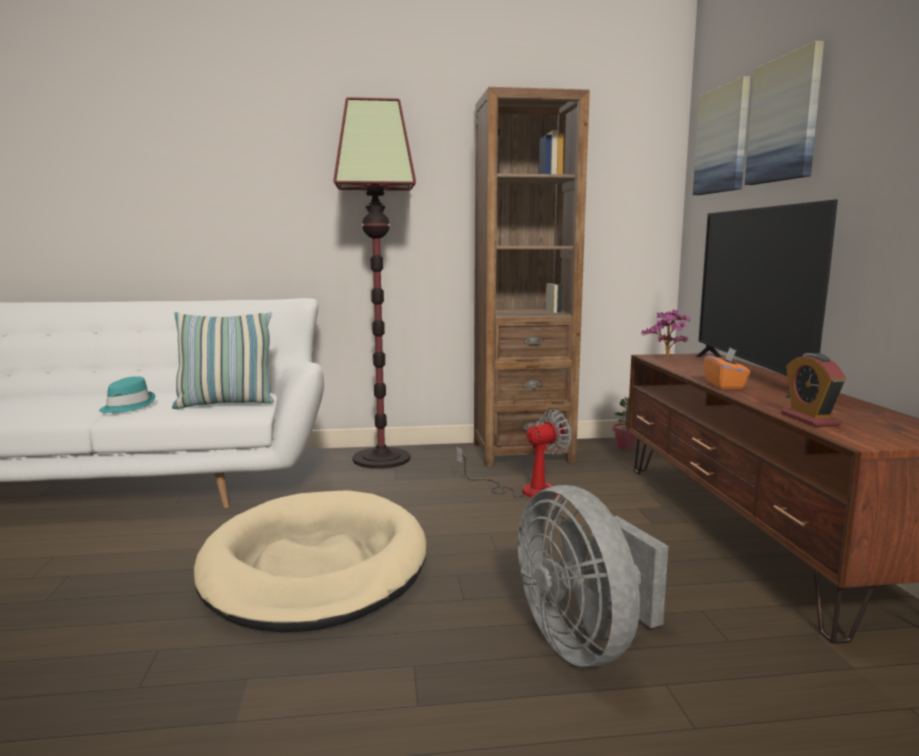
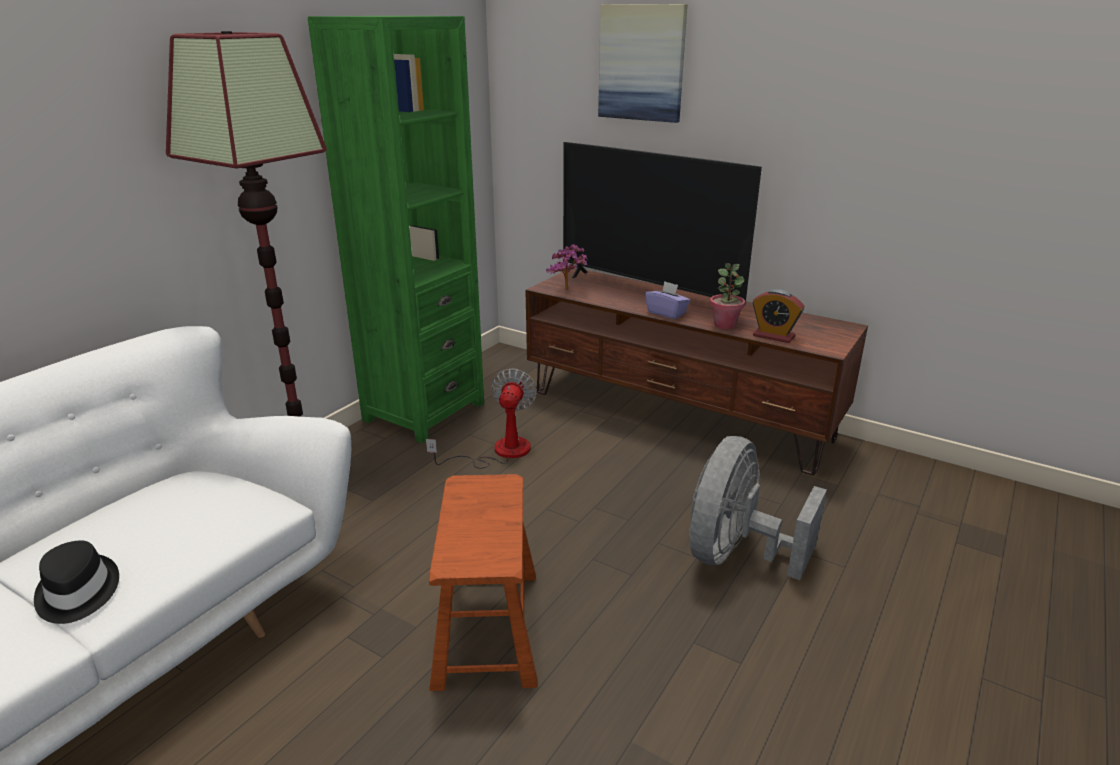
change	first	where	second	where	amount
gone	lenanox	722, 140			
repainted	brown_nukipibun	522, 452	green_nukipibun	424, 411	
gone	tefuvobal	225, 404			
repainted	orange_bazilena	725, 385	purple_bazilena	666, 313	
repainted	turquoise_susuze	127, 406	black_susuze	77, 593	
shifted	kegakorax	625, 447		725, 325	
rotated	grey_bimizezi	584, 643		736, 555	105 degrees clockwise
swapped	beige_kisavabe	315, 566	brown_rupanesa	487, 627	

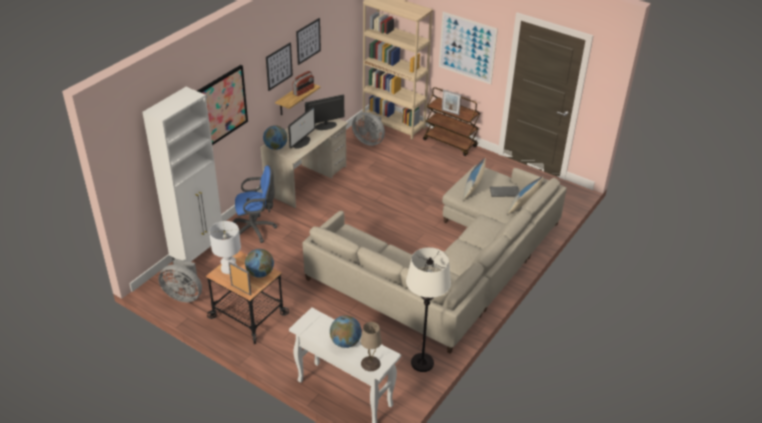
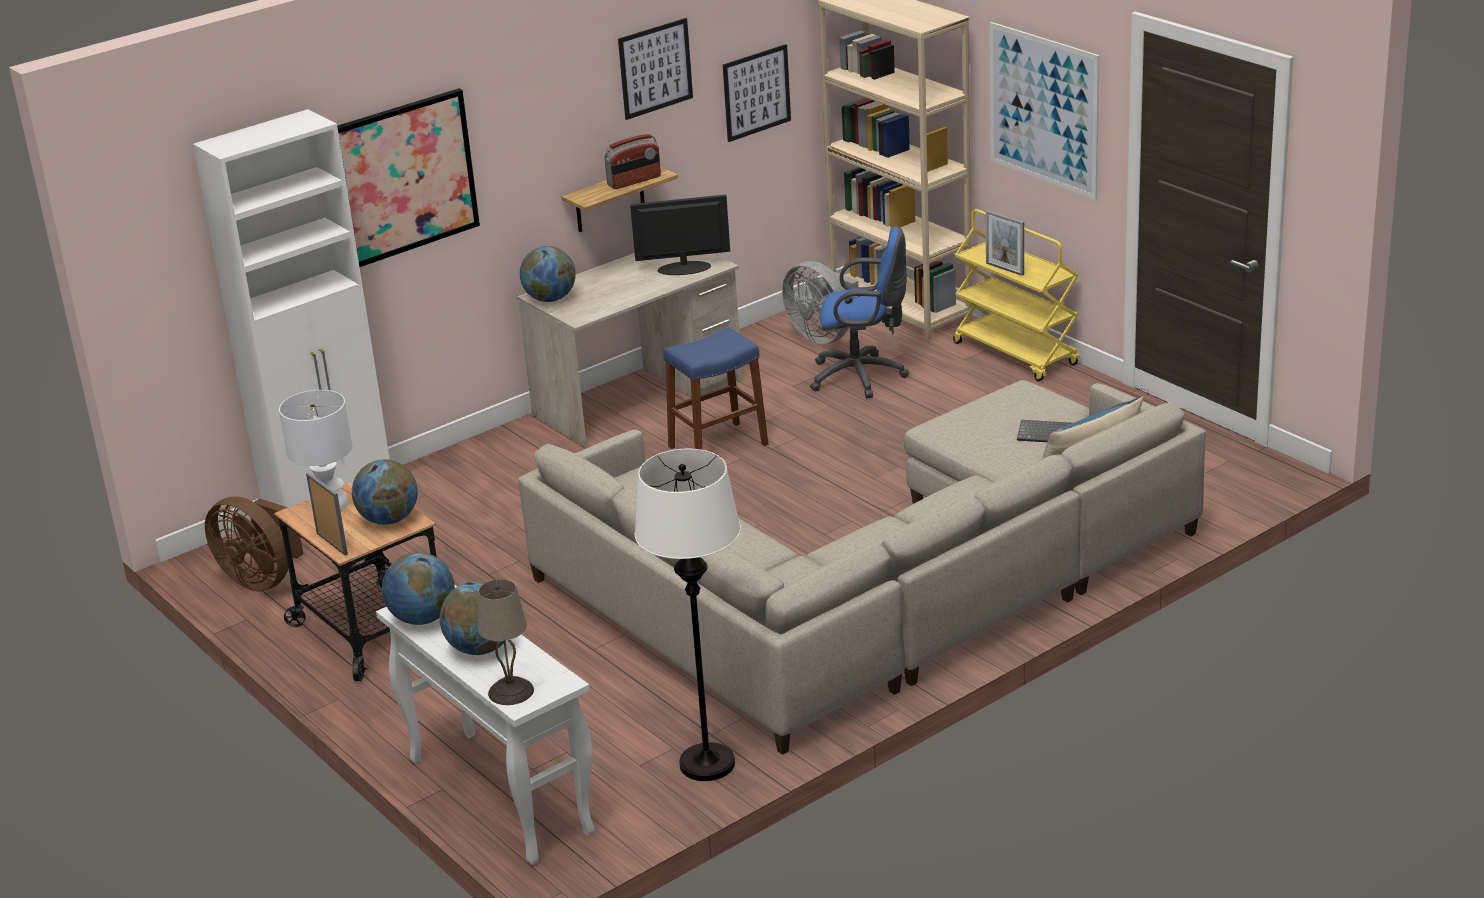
change	first	where	second	where	amount
shifted	lenanox	279, 66		756, 92	
repainted	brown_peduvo	450, 143	yellow_peduvo	1016, 354	
gone	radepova	301, 142			
gone	tefuvobal	473, 188			
shifted	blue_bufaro	256, 229		862, 377	
repainted	grey_bimizezi	184, 295	brown_bimizezi	262, 579	
new			blue_rupanesa	718, 446	
new			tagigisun	422, 618	

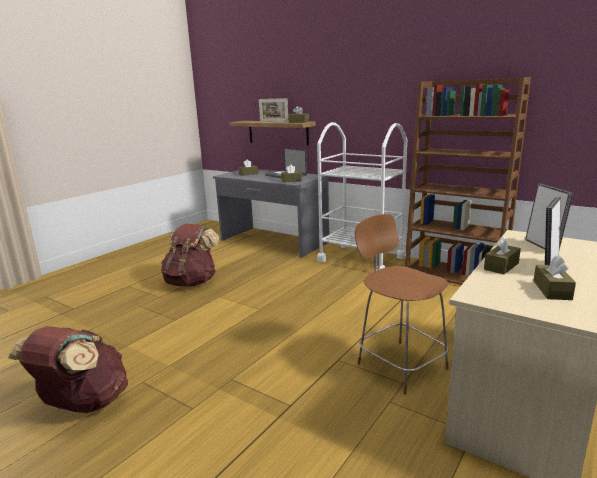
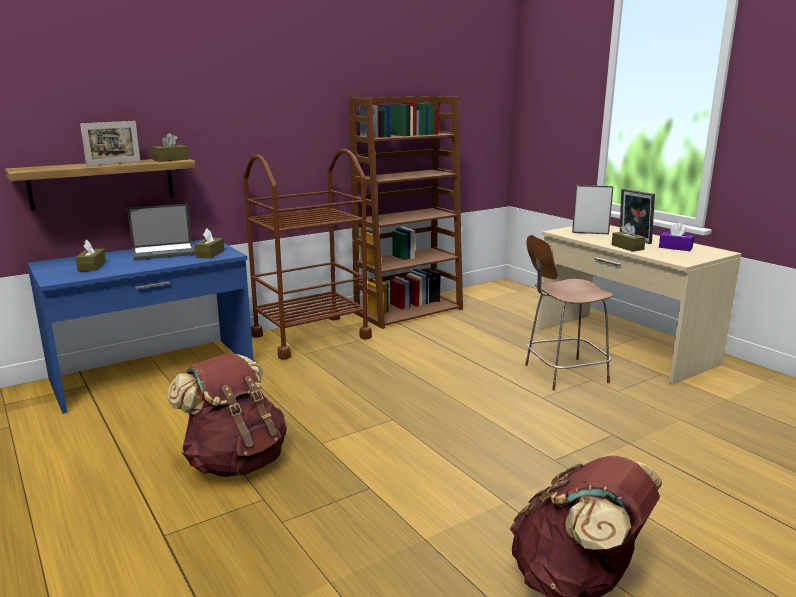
change	first	where	second	where	amount
repainted	white_peduvo	361, 259	brown_peduvo	311, 336	
repainted	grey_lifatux	273, 241	blue_lifatux	154, 373	
repainted	brown_bazilena	552, 290	purple_bazilena	675, 247	

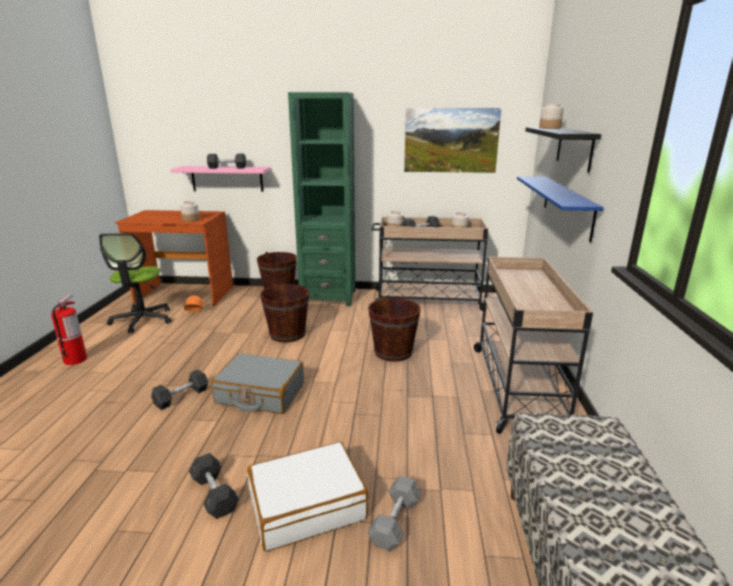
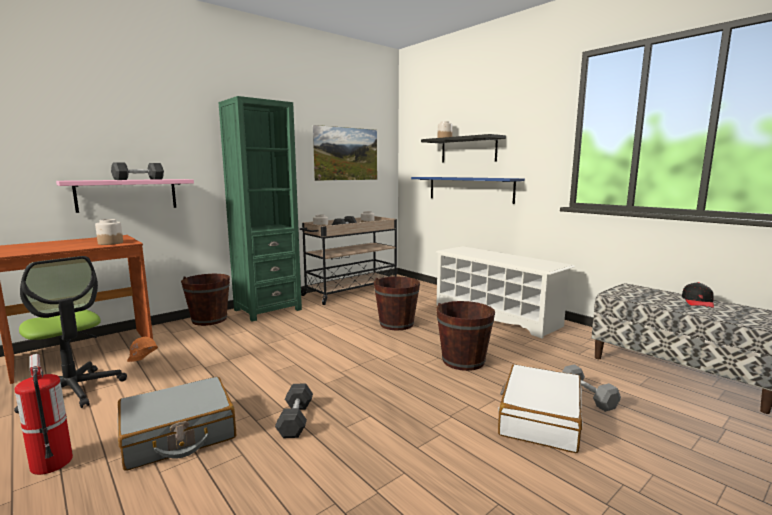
change	first	where	second	where	amount
swapped	beige_peduvo	517, 386	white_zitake	496, 315	
shifted	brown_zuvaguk	287, 334		463, 361	
shifted	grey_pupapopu	260, 394		178, 435	
gone	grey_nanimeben	214, 494			
new			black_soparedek	698, 301	

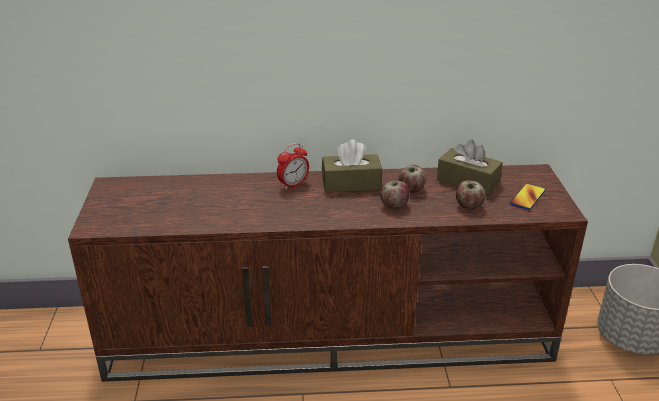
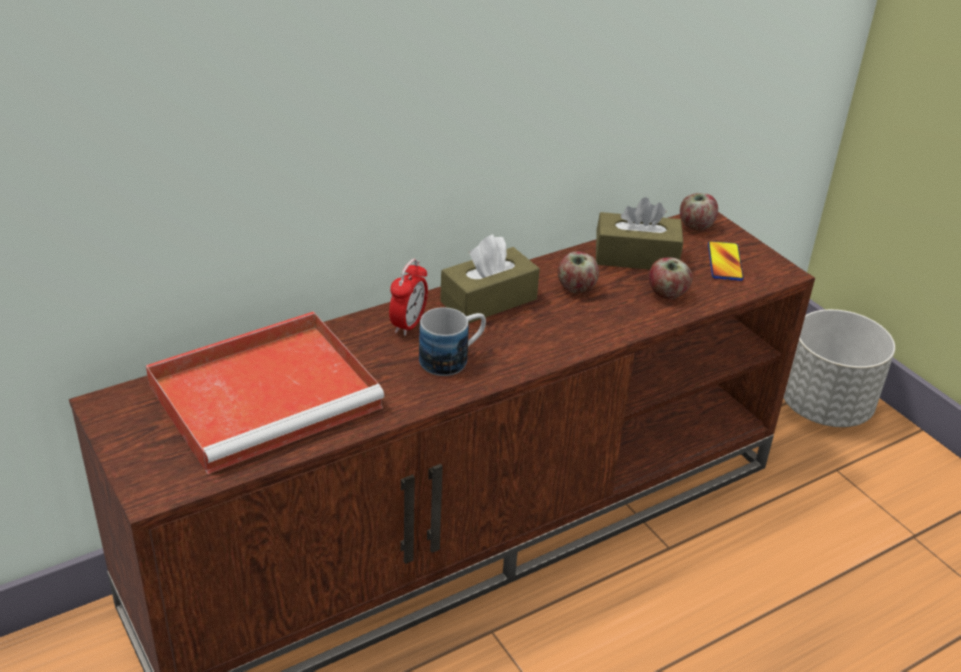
change	first	where	second	where	amount
shifted	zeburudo	394, 205		695, 226	
new			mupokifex	453, 358	
new			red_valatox	268, 394	

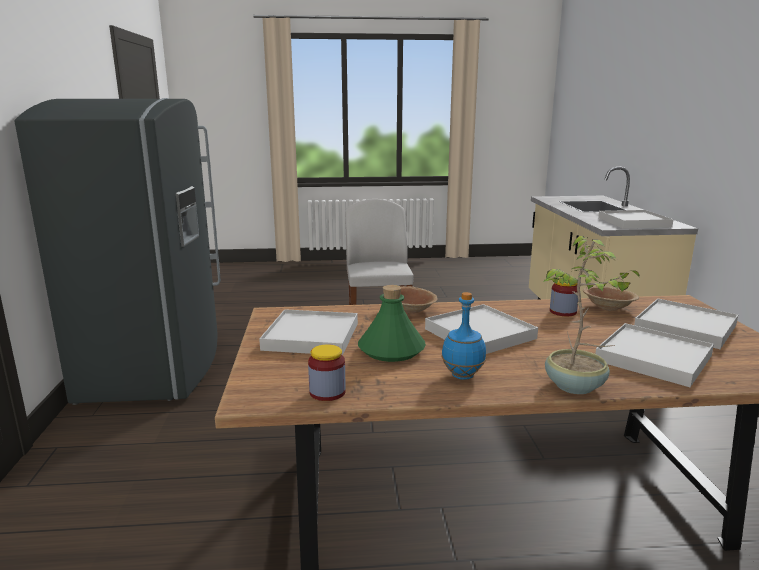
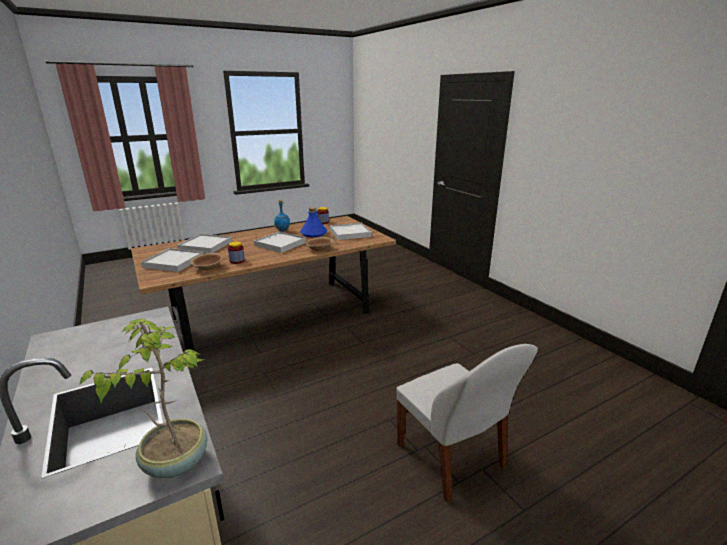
change	first	where	second	where	amount
gone	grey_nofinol	156, 366			
gone	white_valatox	633, 222			
shifted	kegakorax	575, 387		175, 461	
repainted	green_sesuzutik	391, 350	blue_sesuzutik	313, 234	

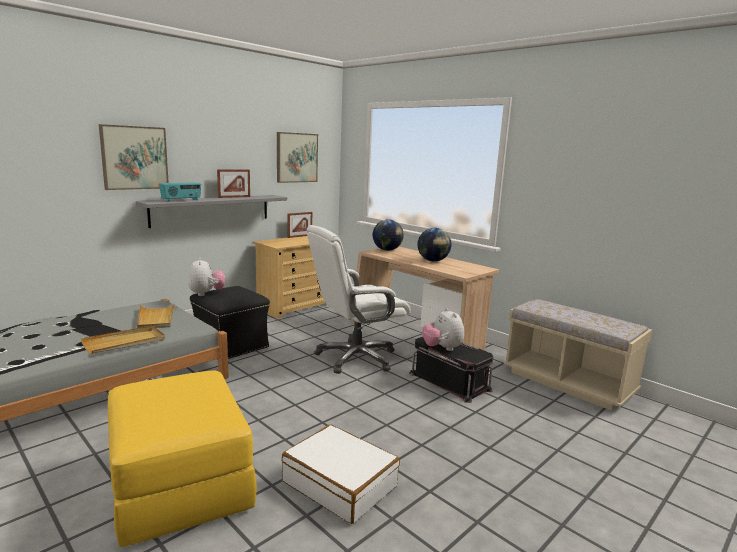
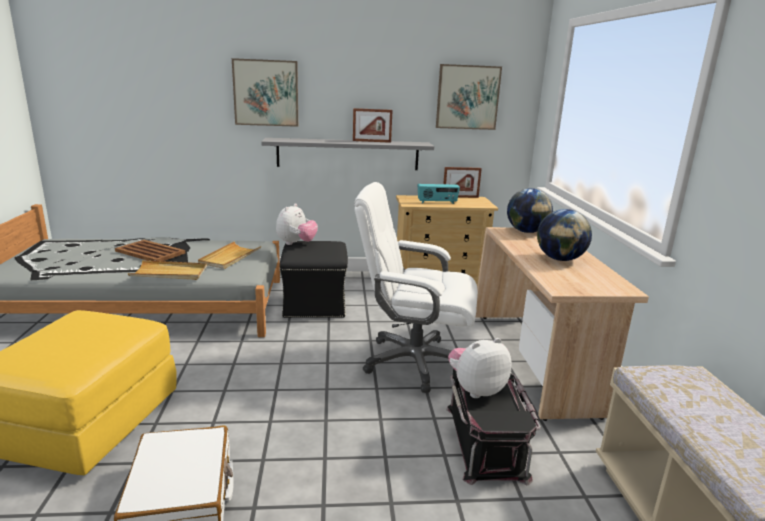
change	first	where	second	where	amount
shifted	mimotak	181, 200		437, 203	
rotated	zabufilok	442, 348		476, 389	45 degrees clockwise
new			brown_valatox	150, 252	

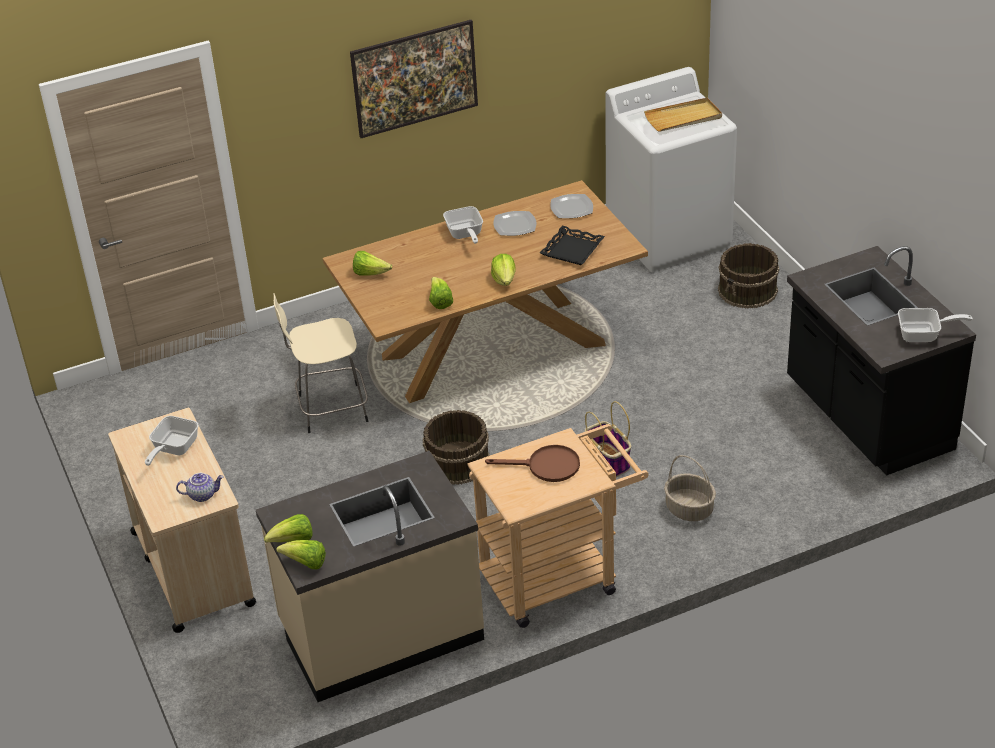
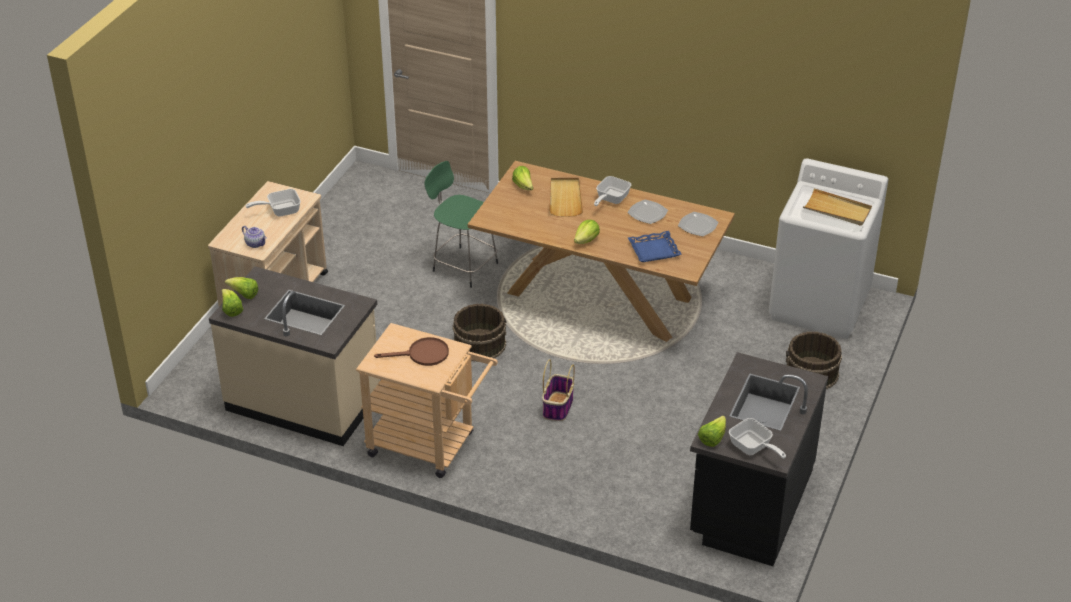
change	first	where	second	where	amount
gone	lenanox	416, 99			
repainted	black_valatox	572, 250	blue_valatox	654, 250	
shifted	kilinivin	440, 301		712, 438	
repainted	beige_rupanesa	330, 409	green_rupanesa	463, 266	
rotated	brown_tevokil	546, 466		422, 355	60 degrees counterclockwise
gone	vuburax	688, 509			
new			beige_valatox	565, 198	

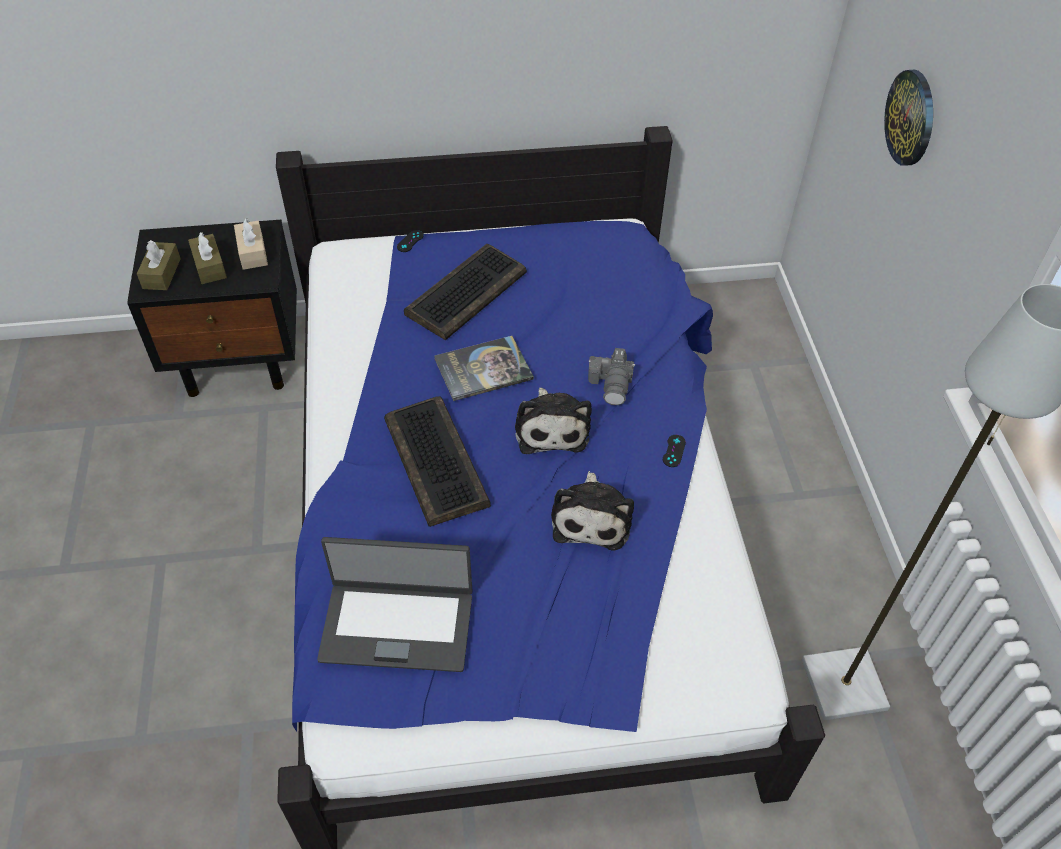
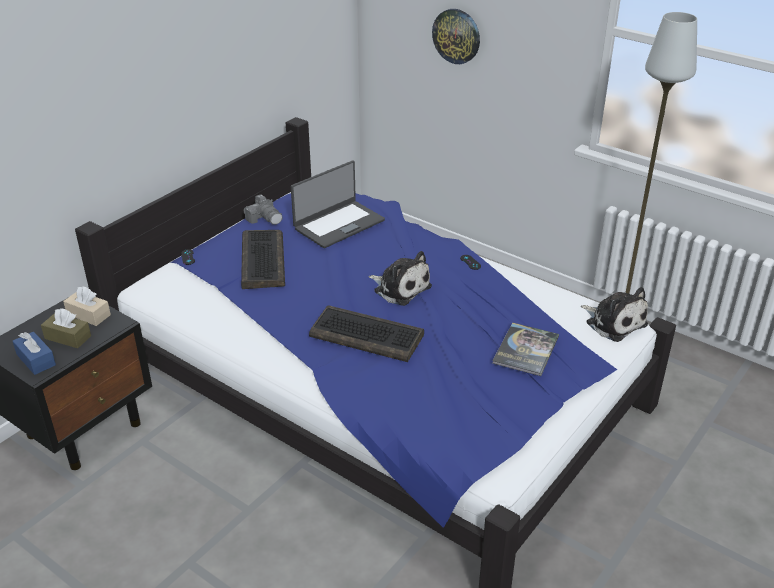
change	first	where	second	where	amount
repainted	brown_bazilena	161, 273	blue_bazilena	36, 360	
shifted	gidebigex	483, 369		526, 350	
shifted	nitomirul	612, 384		265, 218	
shifted	zabufilok	592, 517		613, 322	
shifted	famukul	397, 625		338, 224	

